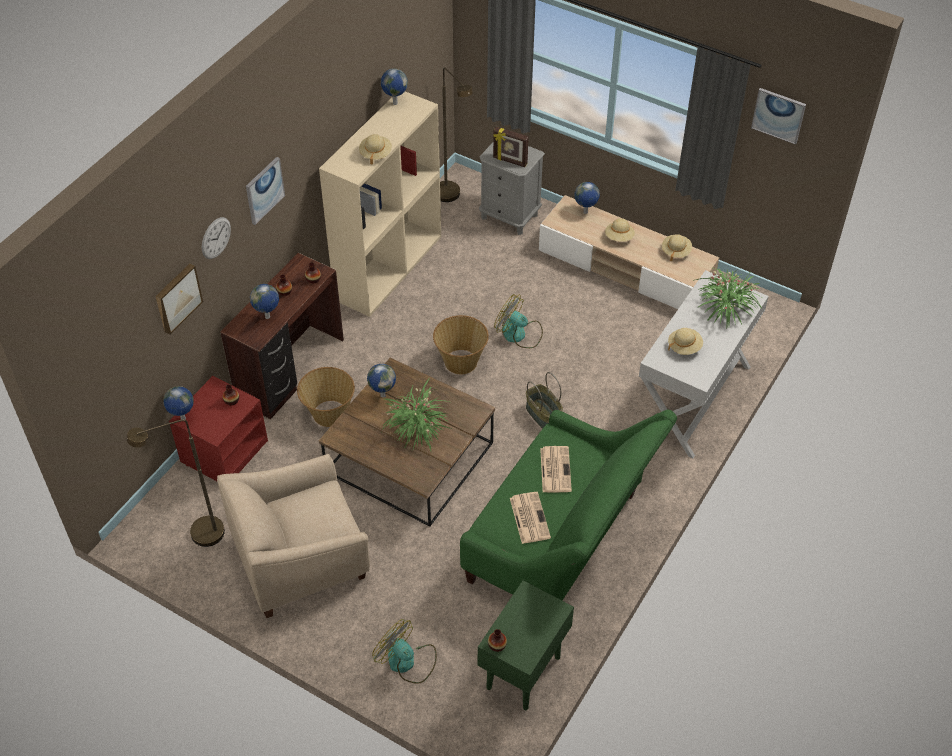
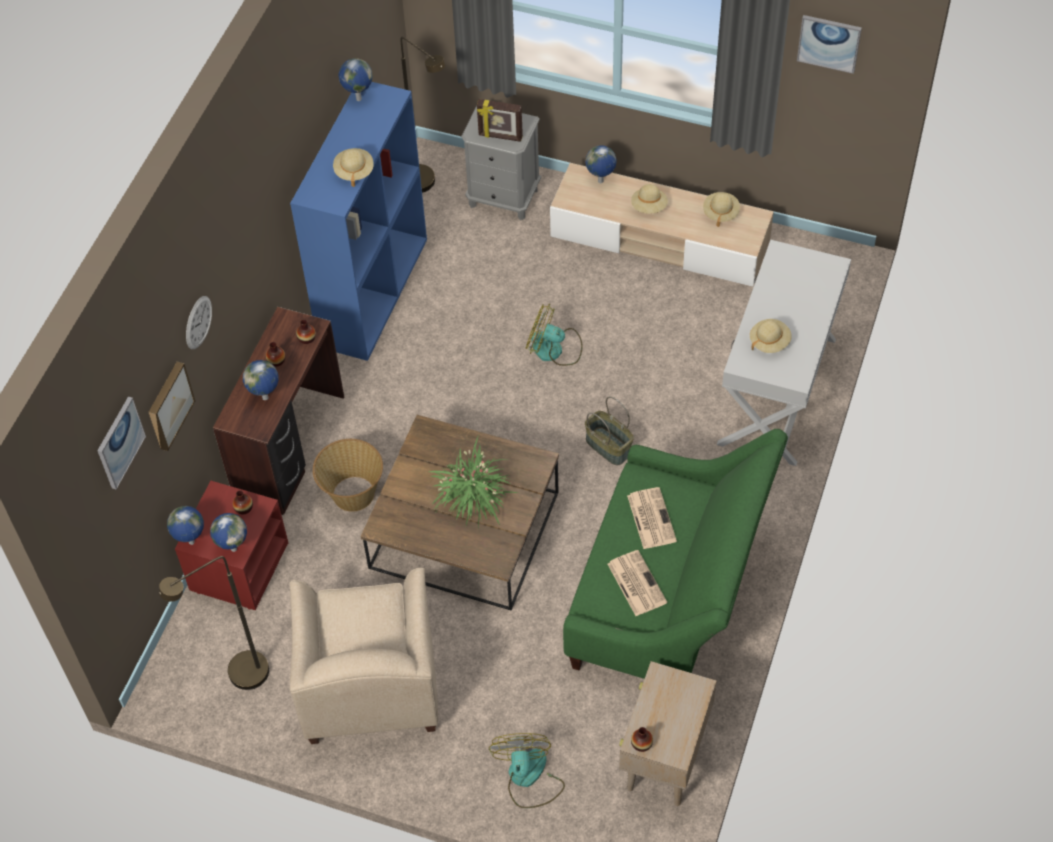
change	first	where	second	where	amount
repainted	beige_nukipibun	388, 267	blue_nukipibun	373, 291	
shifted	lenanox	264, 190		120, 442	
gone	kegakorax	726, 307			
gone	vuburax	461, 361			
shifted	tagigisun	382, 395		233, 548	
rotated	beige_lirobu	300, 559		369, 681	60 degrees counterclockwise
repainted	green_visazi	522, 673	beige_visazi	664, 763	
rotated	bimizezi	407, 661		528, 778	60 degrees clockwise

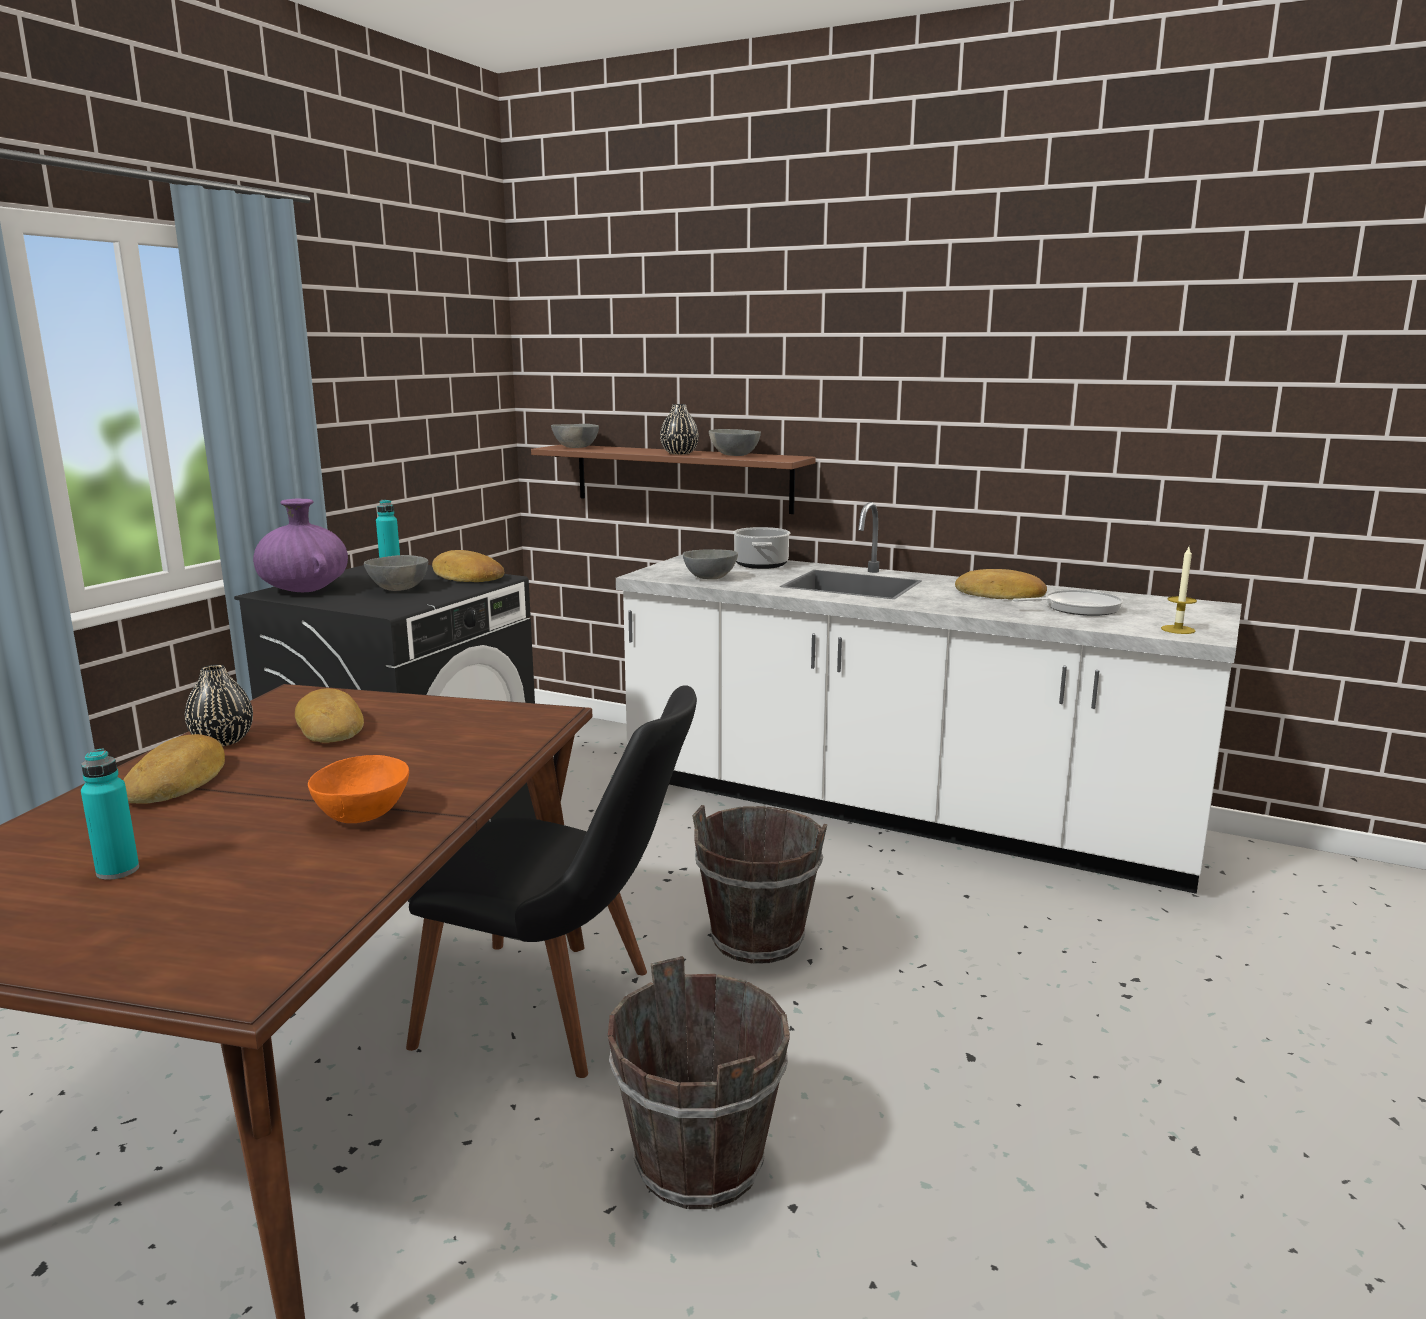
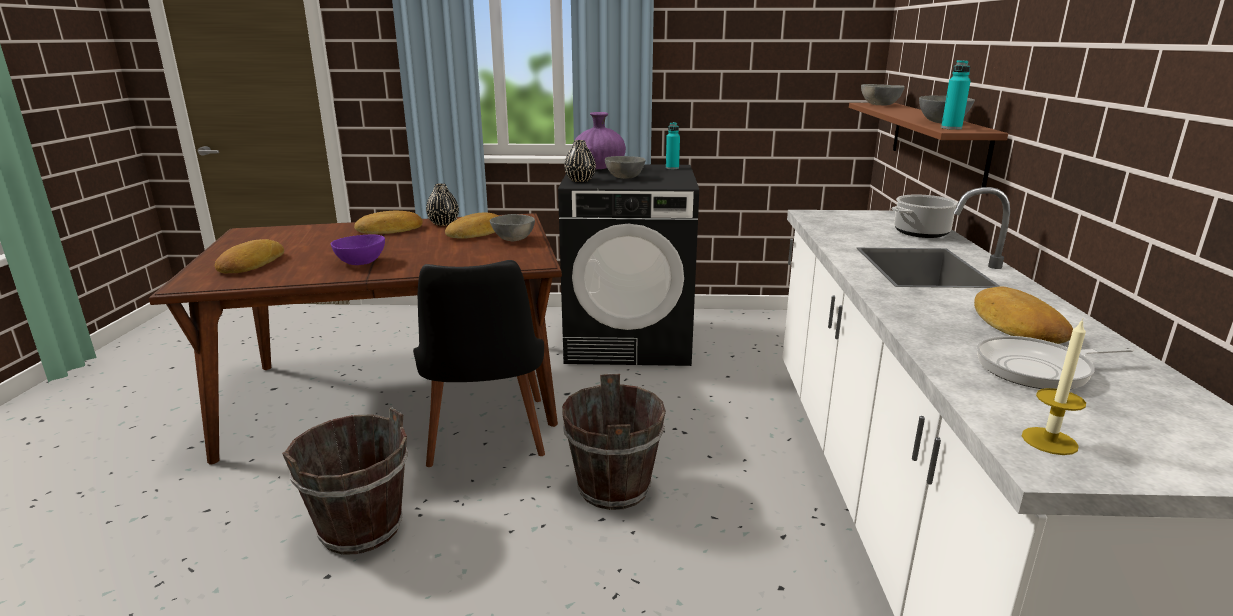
change	first	where	second	where	amount
shifted	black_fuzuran	679, 453		580, 180	
shifted	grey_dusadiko	710, 578		513, 239	
shifted	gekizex	466, 577		250, 264	
rotated	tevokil	1077, 608		1038, 369	120 degrees clockwise
shifted	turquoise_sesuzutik	118, 870		951, 128	
repainted	orange_dusadiko	365, 814	purple_dusadiko	362, 263	

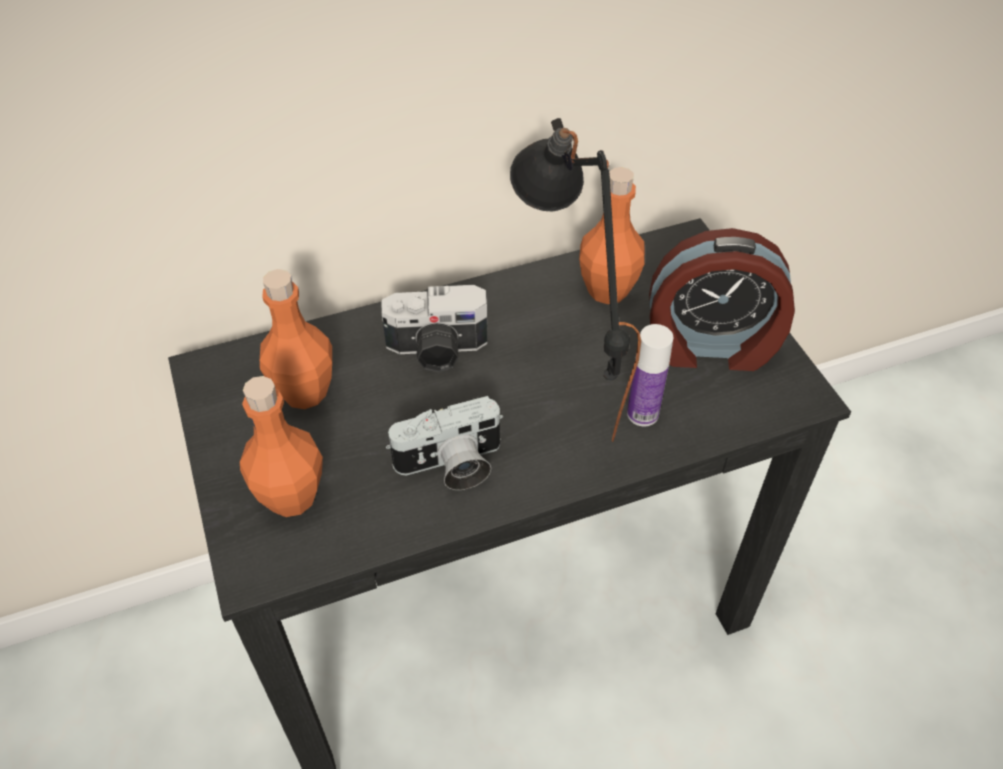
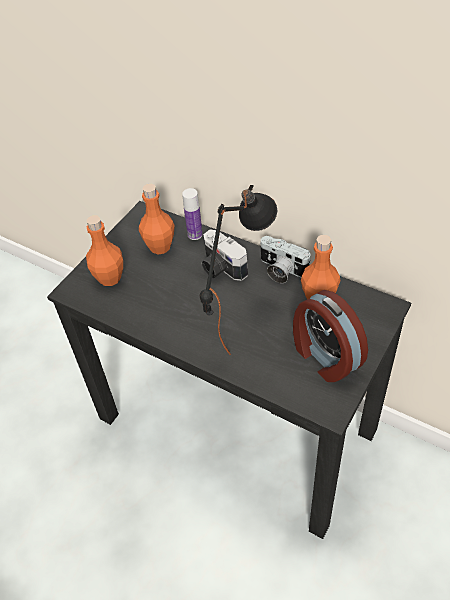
change	first	where	second	where	amount
shifted	sesuzutik	642, 414		195, 234	
shifted	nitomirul	451, 466		281, 270	

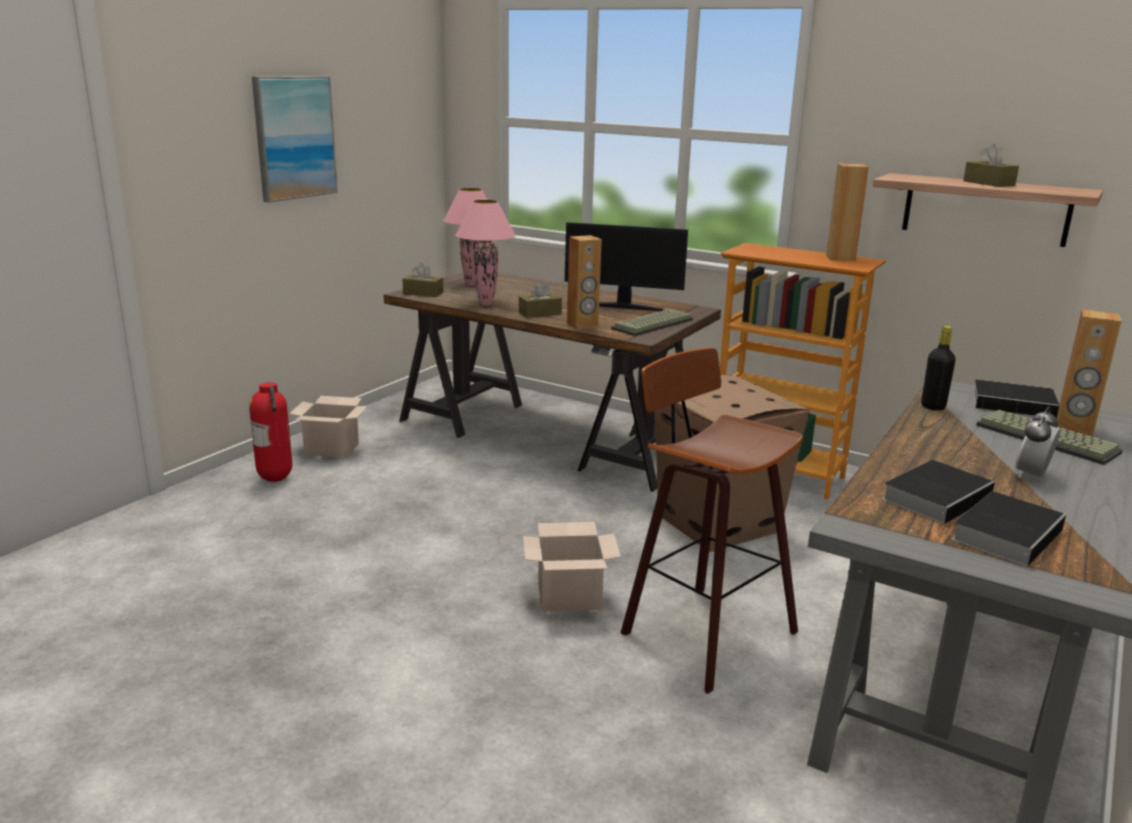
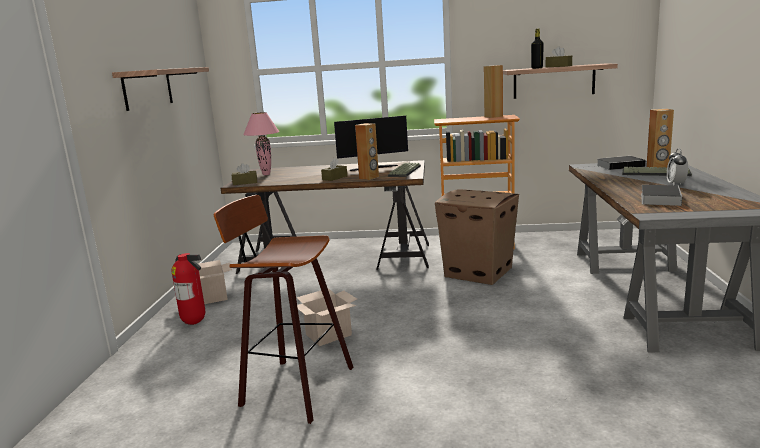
change	first	where	second	where	amount
swapped	lenanox	294, 137	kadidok	147, 88	
gone	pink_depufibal	485, 304			
shifted	black_sesuzutik	933, 407		537, 68	
shifted	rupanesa	702, 632		293, 387	
gone	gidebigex	1007, 533			
shifted	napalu	571, 596		329, 334	

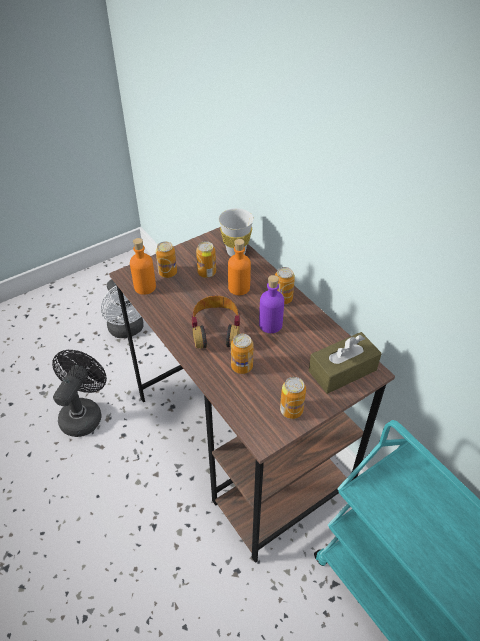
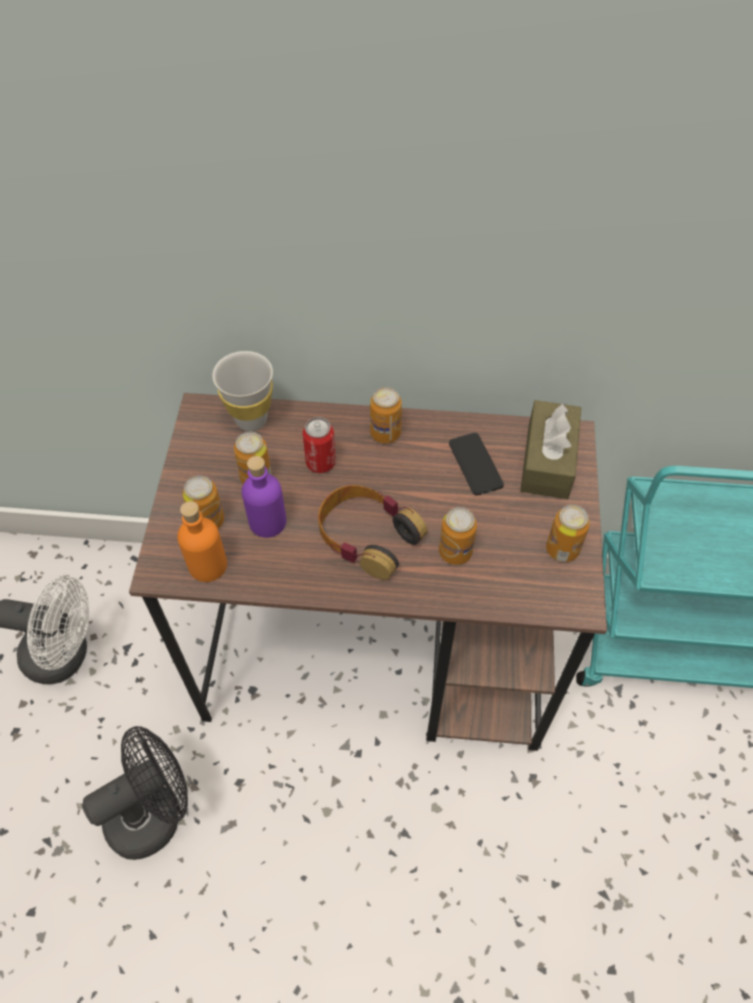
change	first	where	second	where	amount
swapped	orange_sesuzutik	239, 288	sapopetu	320, 462	
shifted	purple_sesuzutik	270, 325		267, 522	
rotated	black_bimizezi	84, 413		154, 812	90 degrees clockwise
new			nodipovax	475, 464	

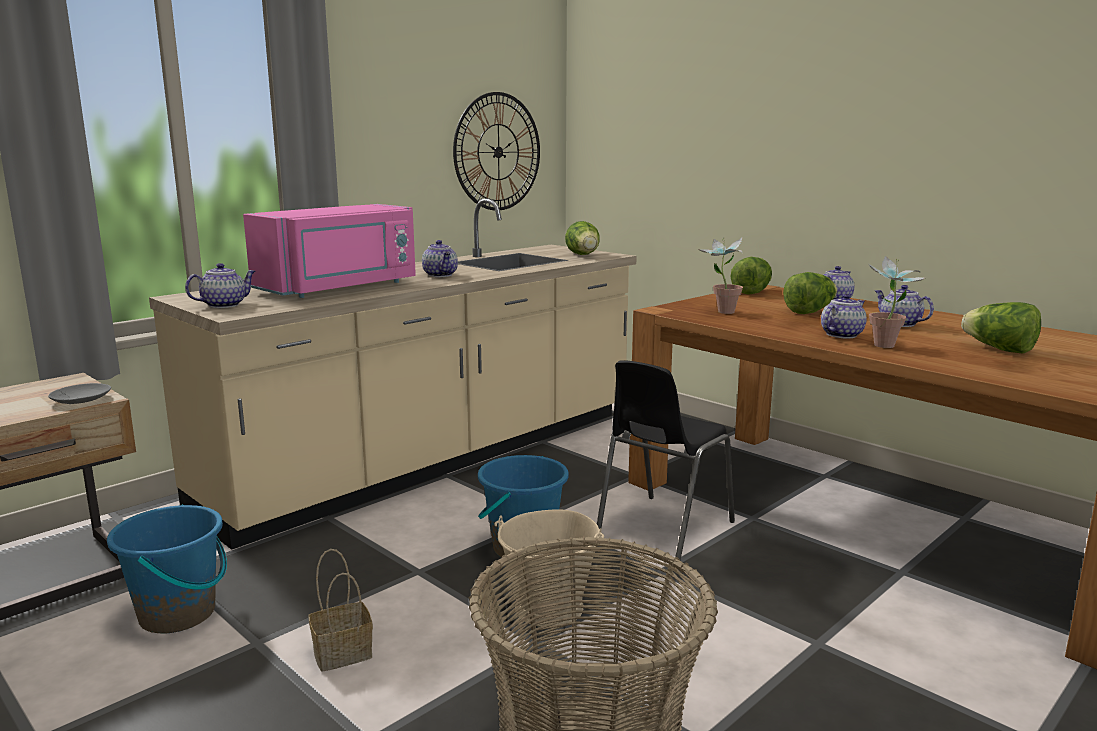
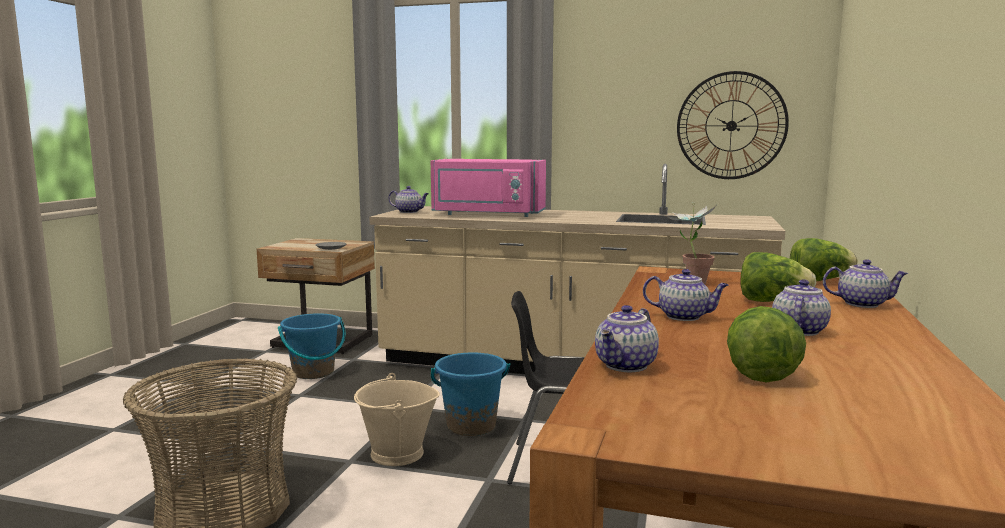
change	first	where	second	where	amount
gone	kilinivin	584, 255			
shifted	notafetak	441, 275		627, 366	
gone	kegakorax	887, 347			
gone	vuburax	344, 652			

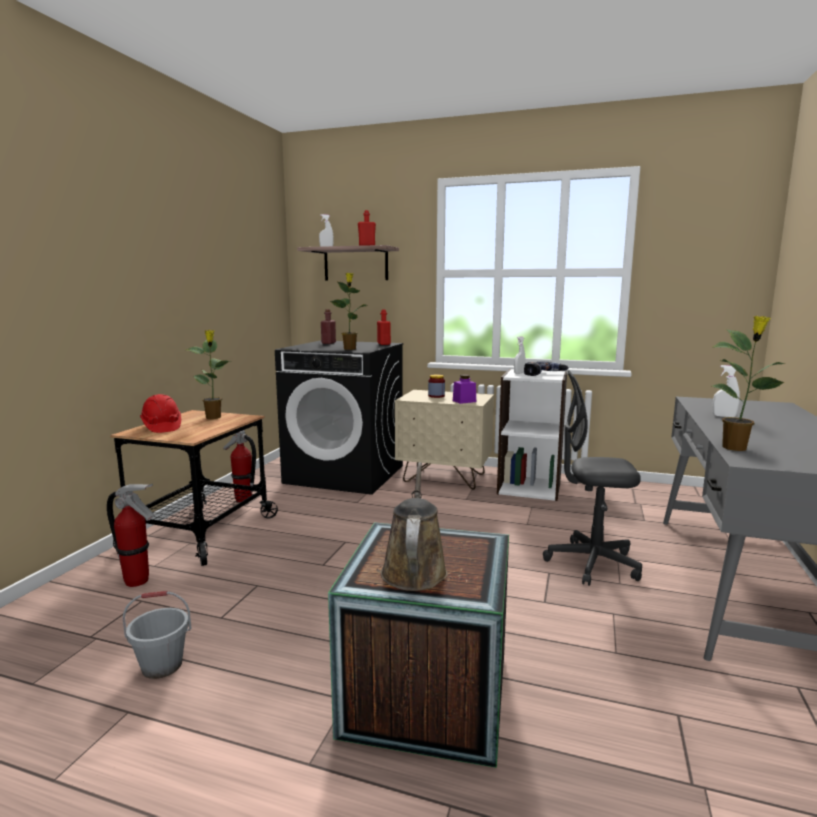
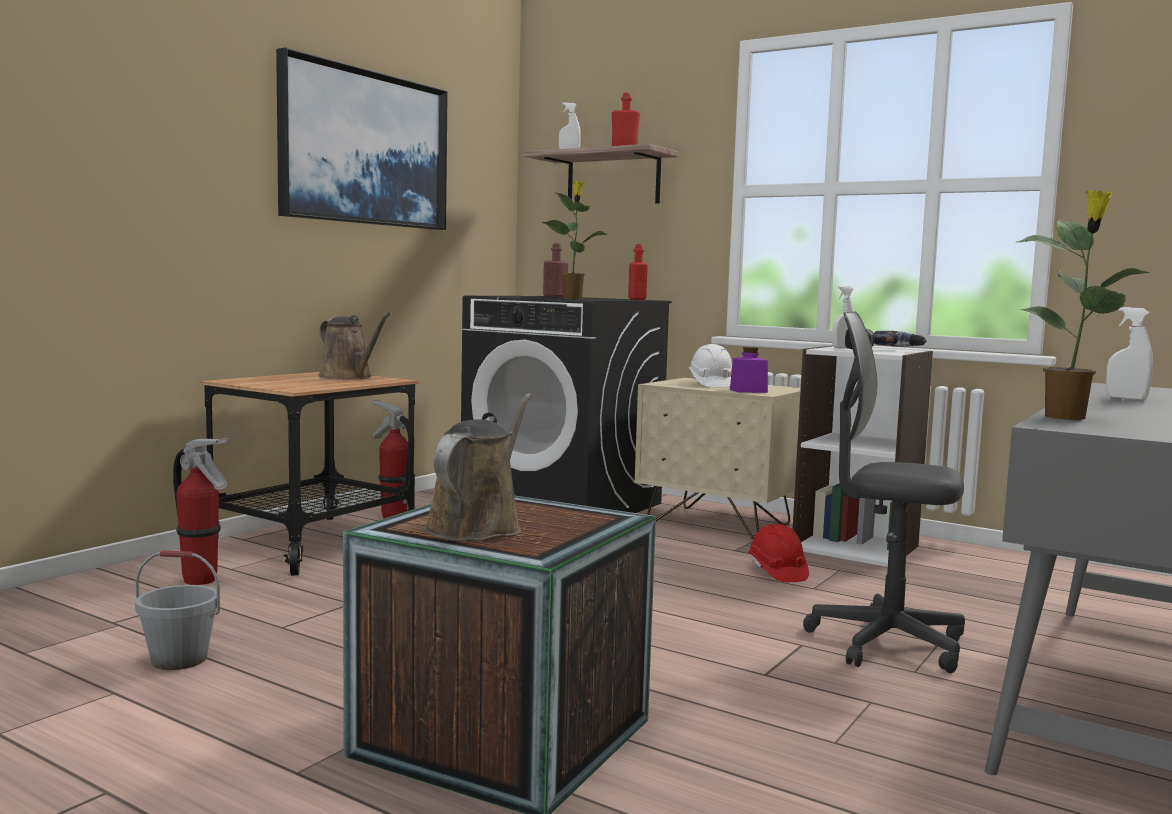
change	first	where	second	where	amount
swapped	kegakorax	214, 417	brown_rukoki	348, 377	
swapped	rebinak	436, 396	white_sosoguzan	711, 384	
shifted	red_sosoguzan	161, 427		777, 572	
new			lenanox	364, 148	

